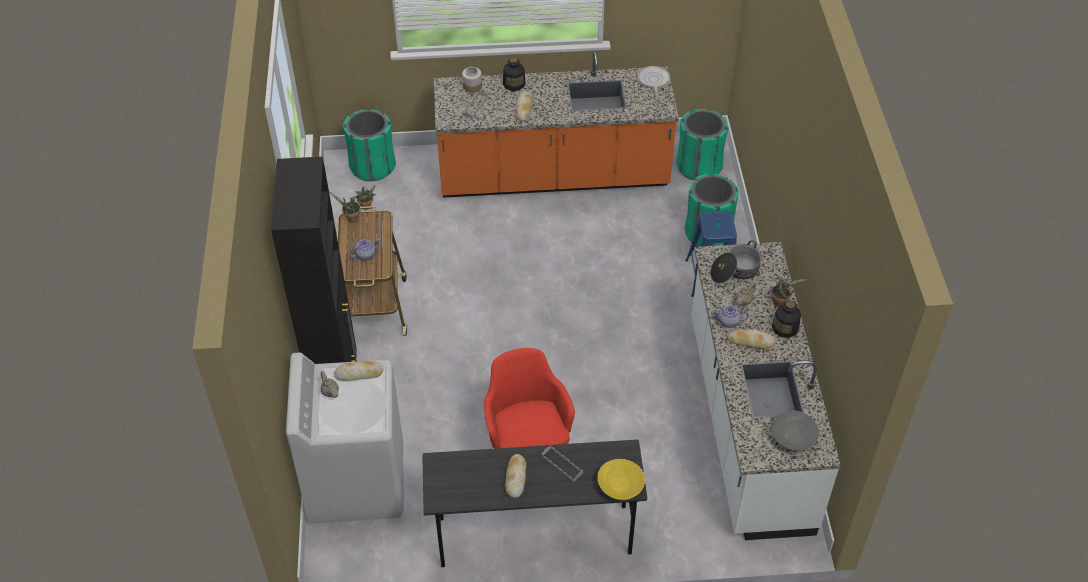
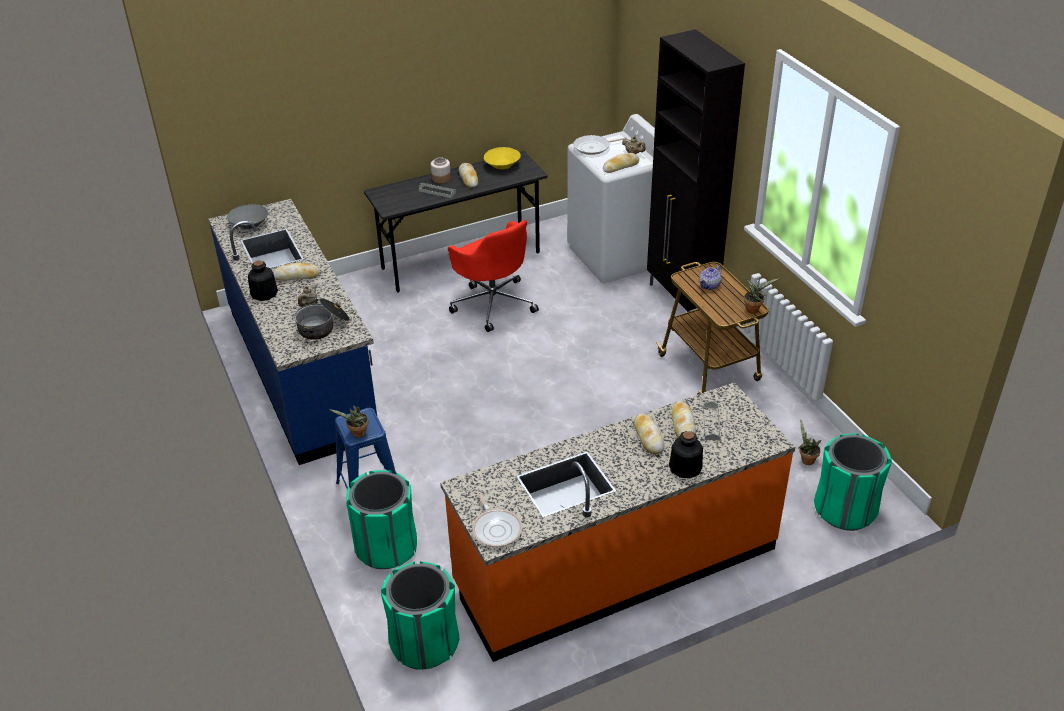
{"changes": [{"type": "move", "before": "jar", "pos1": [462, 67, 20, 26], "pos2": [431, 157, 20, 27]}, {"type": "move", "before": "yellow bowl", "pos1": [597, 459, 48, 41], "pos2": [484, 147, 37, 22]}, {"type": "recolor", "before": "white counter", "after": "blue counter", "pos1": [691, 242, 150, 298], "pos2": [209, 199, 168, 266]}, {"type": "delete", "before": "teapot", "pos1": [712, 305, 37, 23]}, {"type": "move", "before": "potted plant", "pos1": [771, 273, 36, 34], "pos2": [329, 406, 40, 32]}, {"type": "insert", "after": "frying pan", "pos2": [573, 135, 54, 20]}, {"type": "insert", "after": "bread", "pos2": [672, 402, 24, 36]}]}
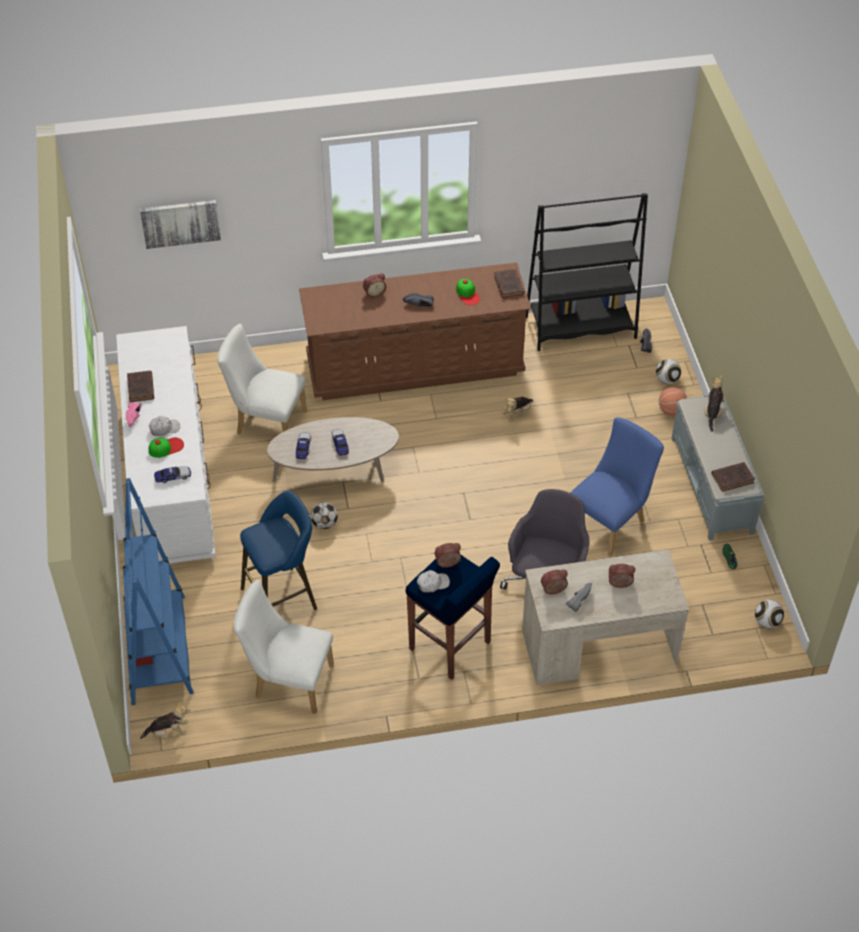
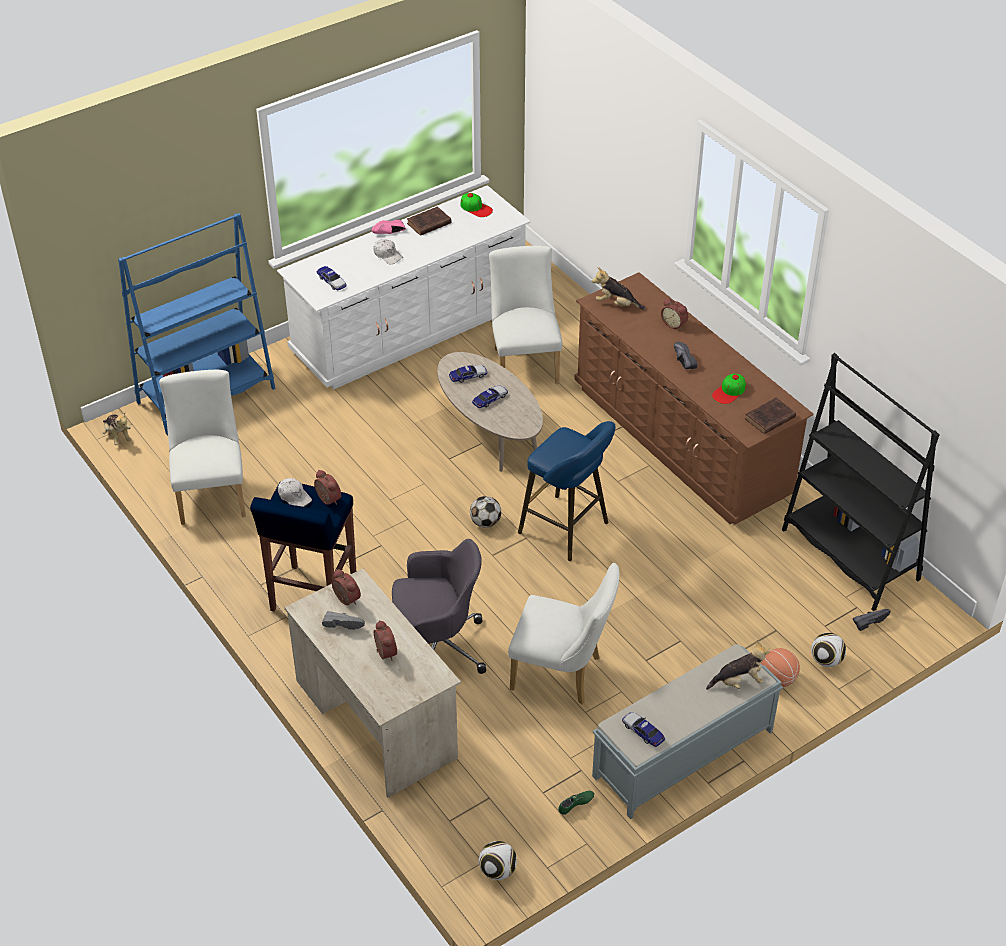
{"changes": [{"type": "delete", "before": "picture", "pos1": [140, 200, 81, 49]}, {"type": "move", "before": "cap", "pos1": [149, 437, 35, 21], "pos2": [461, 193, 32, 24]}, {"type": "move", "before": "blue stool", "pos1": [240, 491, 77, 119], "pos2": [518, 421, 98, 140]}, {"type": "move", "before": "football", "pos1": [310, 502, 28, 27], "pos2": [470, 496, 31, 32]}, {"type": "move", "before": "plush toy", "pos1": [502, 397, 31, 25], "pos2": [592, 267, 53, 43]}, {"type": "recolor", "before": "blue chair", "after": "white chair", "pos1": [571, 417, 93, 140], "pos2": [508, 563, 111, 142]}, {"type": "replace", "before": "brown book", "after": "toy car", "pos1": [711, 462, 44, 30], "pos2": [622, 712, 43, 35]}]}
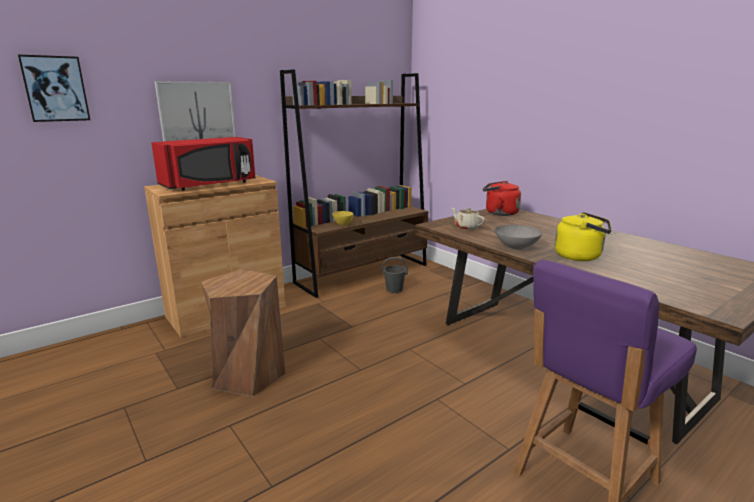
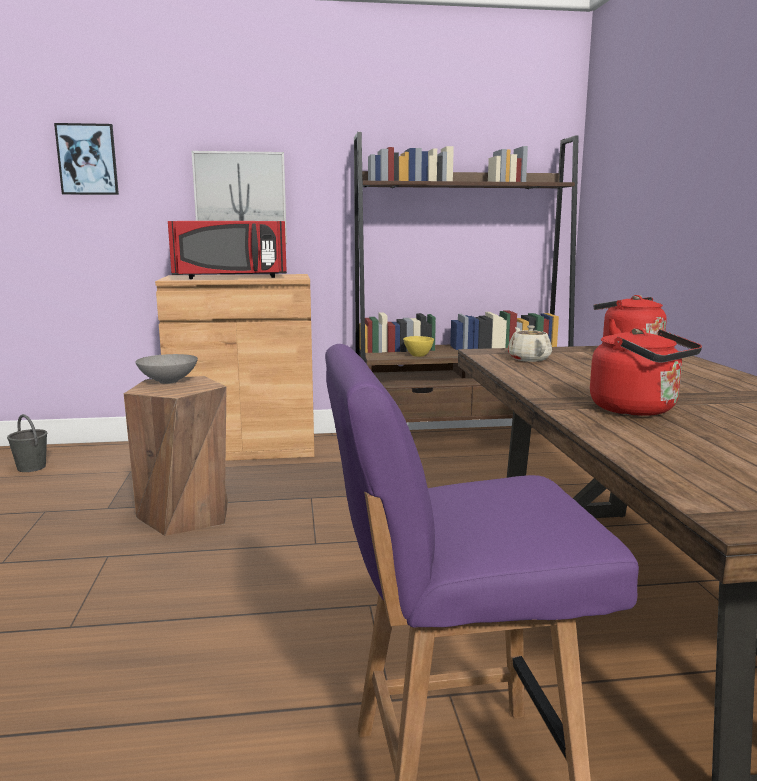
{"changes": [{"type": "move", "before": "grey bucket", "pos1": [382, 257, 26, 36], "pos2": [7, 414, 41, 58]}, {"type": "move", "before": "grey bowl", "pos1": [495, 225, 47, 25], "pos2": [135, 354, 63, 30]}, {"type": "recolor", "before": "yellow kettle", "after": "red kettle", "pos1": [555, 212, 57, 49], "pos2": [590, 328, 112, 88]}]}
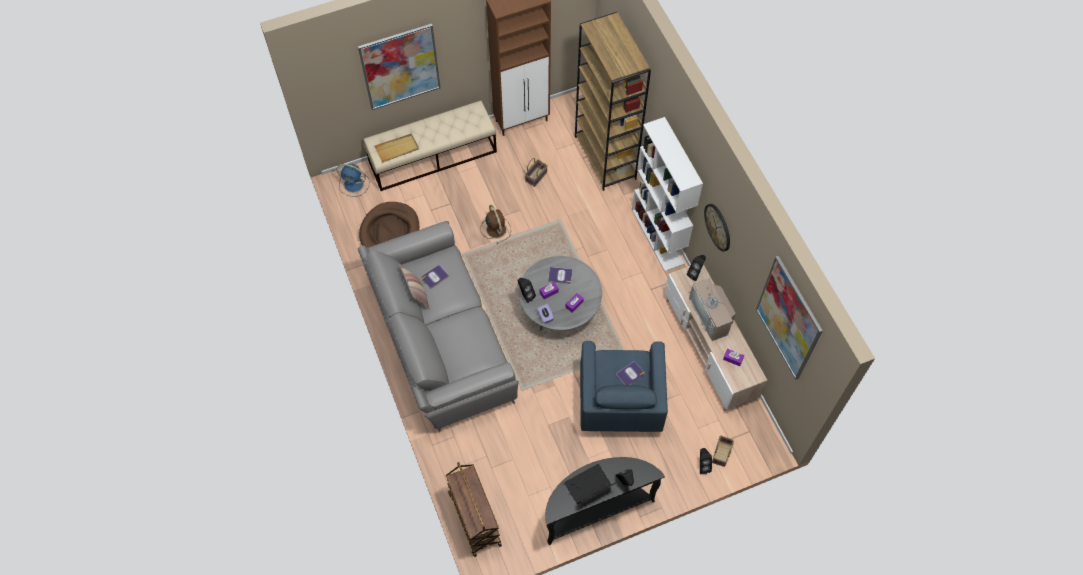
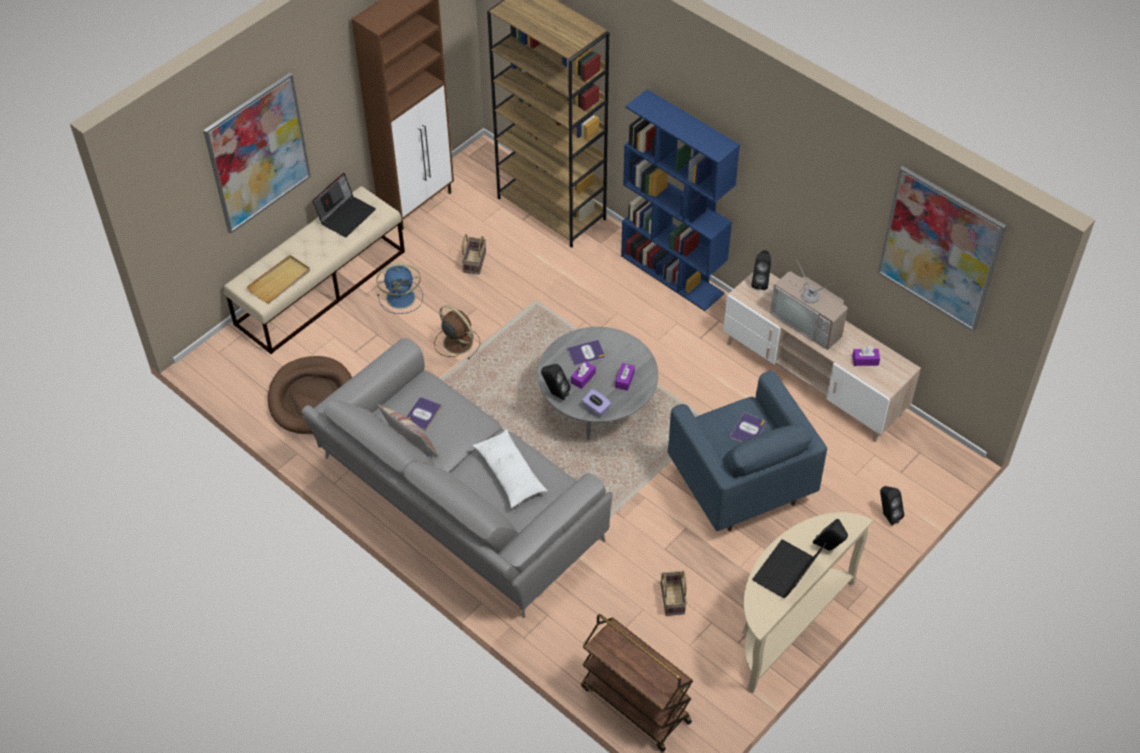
{"changes": [{"type": "move", "before": "blue fan", "pos1": [336, 164, 33, 33], "pos2": [376, 263, 47, 51]}, {"type": "recolor", "before": "black console table", "after": "beige console table", "pos1": [545, 457, 120, 88], "pos2": [742, 512, 131, 181]}, {"type": "recolor", "before": "white bookcase", "after": "blue bookcase", "pos1": [632, 117, 71, 154], "pos2": [621, 89, 119, 222]}, {"type": "delete", "before": "wall clock", "pos1": [704, 204, 26, 48]}, {"type": "move", "before": "basket", "pos1": [712, 435, 22, 32], "pos2": [661, 571, 26, 45]}, {"type": "insert", "after": "laptop", "pos2": [312, 173, 64, 64]}, {"type": "insert", "after": "white pillow", "pos2": [472, 429, 76, 79]}]}
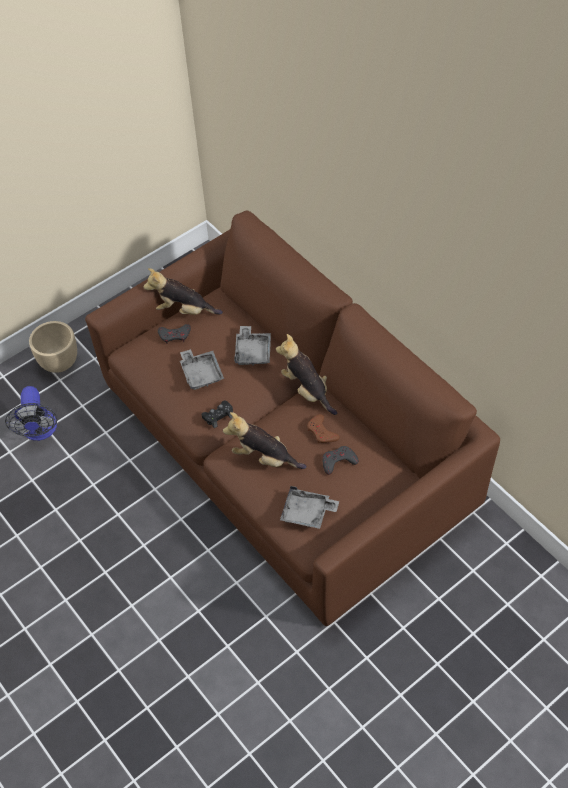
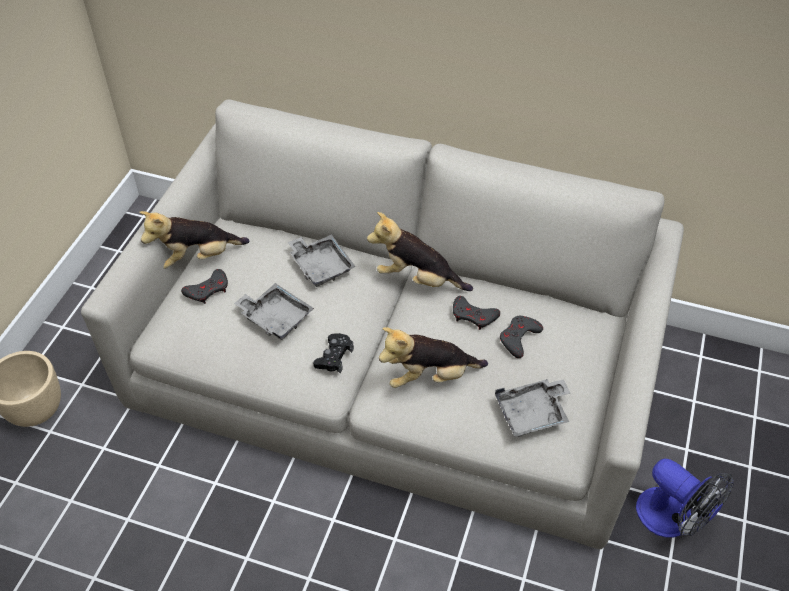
{"changes": [{"type": "move", "before": "fan", "pos1": [5, 386, 52, 55], "pos2": [636, 458, 98, 80]}, {"type": "recolor", "before": "brown sofa", "after": "grey sofa", "pos1": [85, 210, 415, 416], "pos2": [81, 100, 603, 449]}, {"type": "recolor", "before": "brown game controller", "after": "grey game controller", "pos1": [307, 414, 33, 30], "pos2": [453, 296, 47, 34]}]}
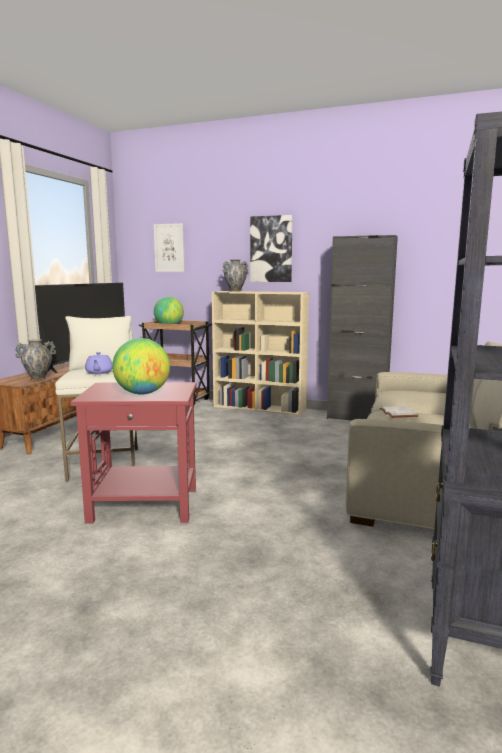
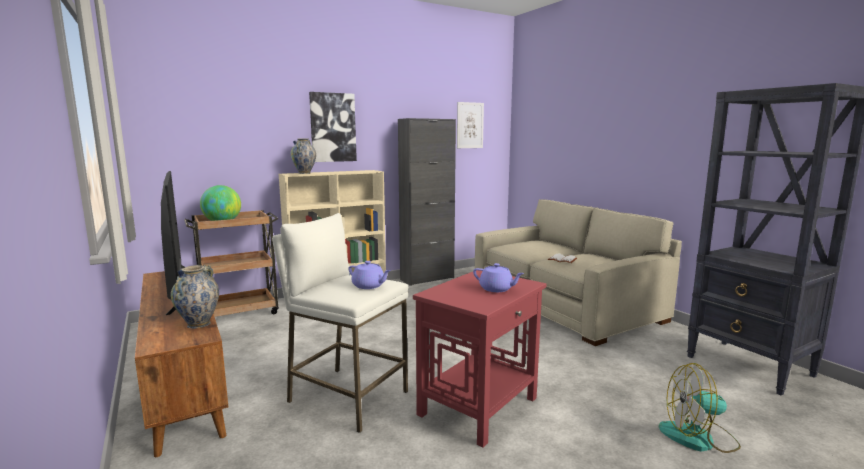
{"changes": [{"type": "replace", "before": "globe", "after": "purple teapot", "pos1": [112, 338, 58, 57], "pos2": [473, 263, 51, 29]}, {"type": "move", "before": "picture", "pos1": [154, 223, 30, 49], "pos2": [457, 102, 27, 46]}, {"type": "insert", "after": "fan", "pos2": [659, 363, 82, 90]}]}
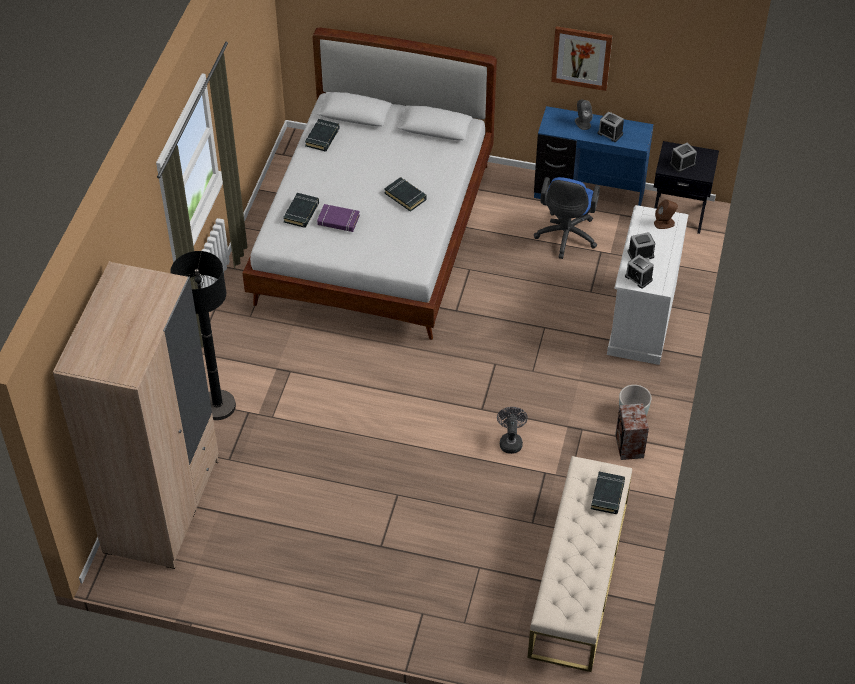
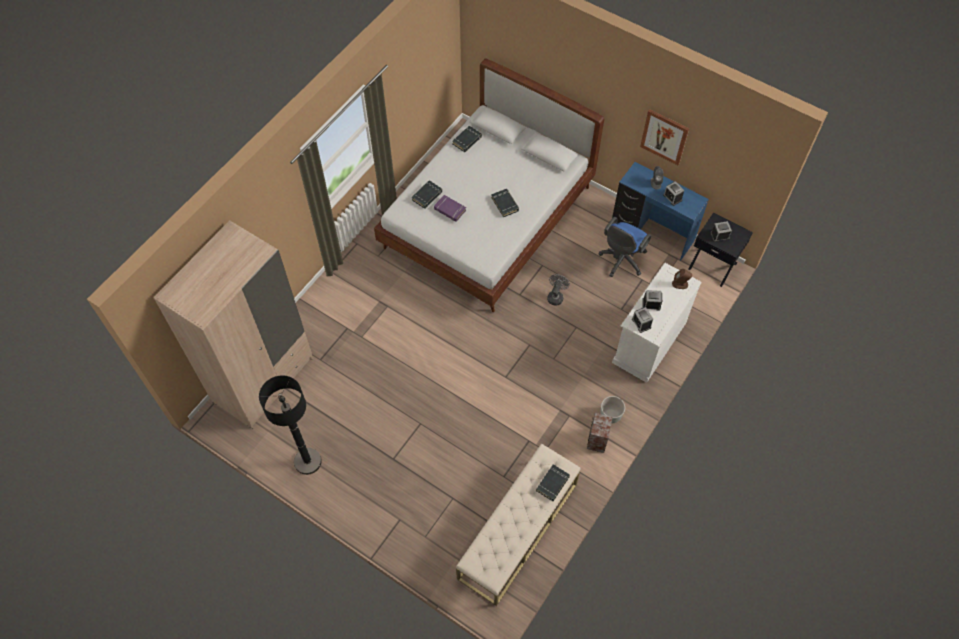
{"changes": [{"type": "move", "before": "black floor lamp", "pos1": [170, 251, 66, 169], "pos2": [259, 375, 63, 100]}, {"type": "move", "before": "grey fan", "pos1": [497, 407, 31, 47], "pos2": [547, 274, 23, 32]}]}
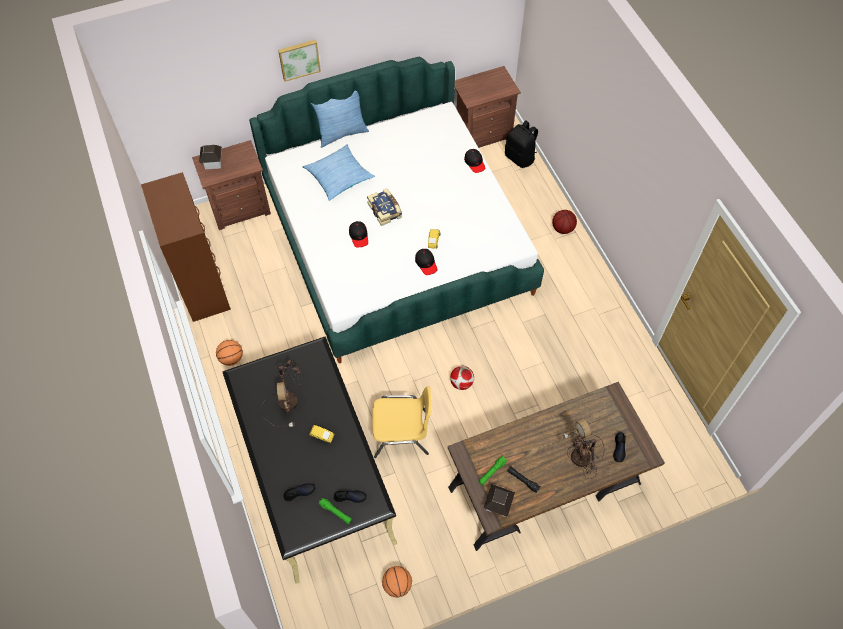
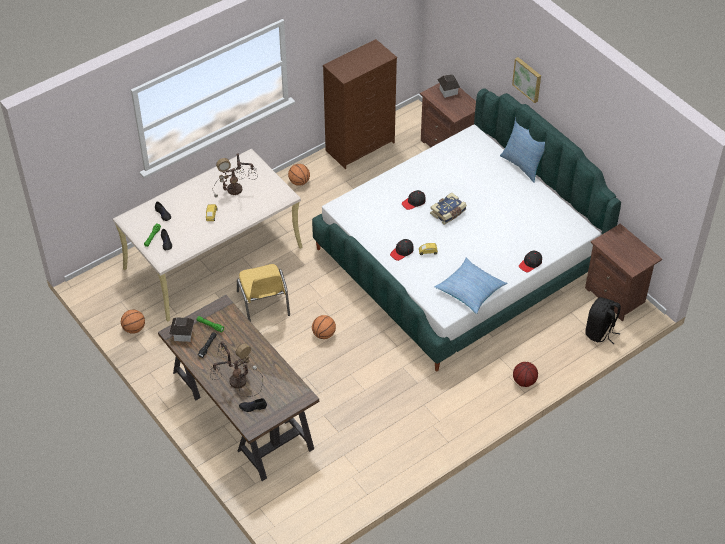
{"changes": [{"type": "recolor", "before": "black desk", "after": "beige desk", "pos1": [223, 337, 174, 247], "pos2": [113, 149, 190, 172]}, {"type": "move", "before": "pillow", "pos1": [303, 144, 72, 57], "pos2": [435, 258, 73, 56]}, {"type": "replace", "before": "football", "after": "basketball", "pos1": [450, 366, 24, 24], "pos2": [312, 315, 24, 24]}]}
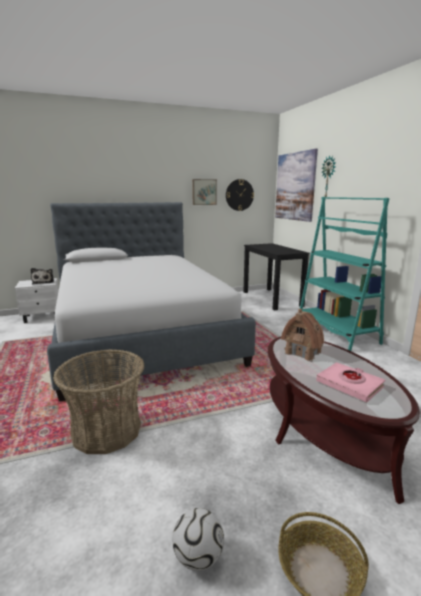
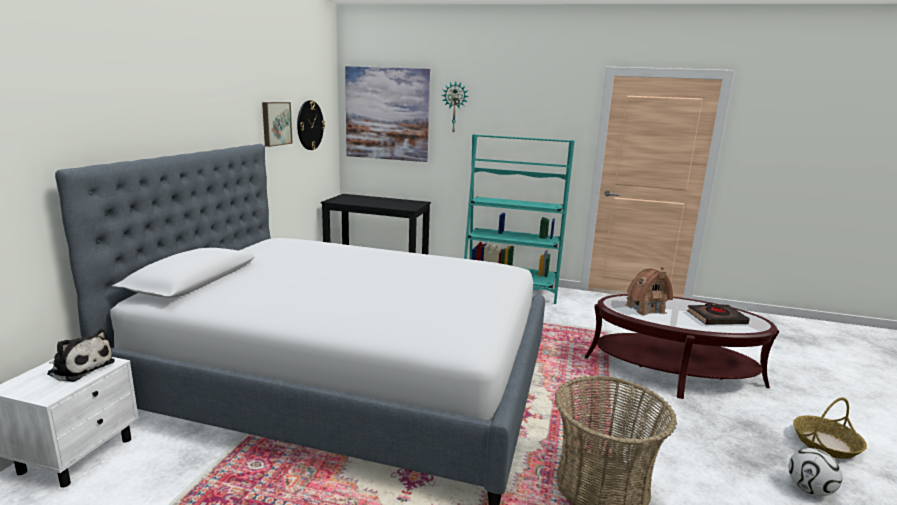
{"changes": [{"type": "recolor", "before": "pink book", "after": "black book", "pos1": [316, 362, 69, 40], "pos2": [687, 303, 63, 22]}]}
